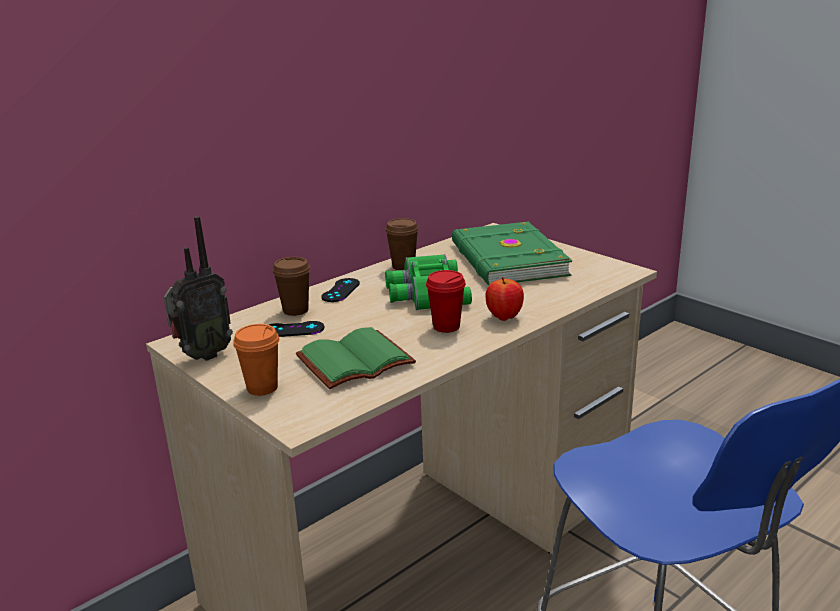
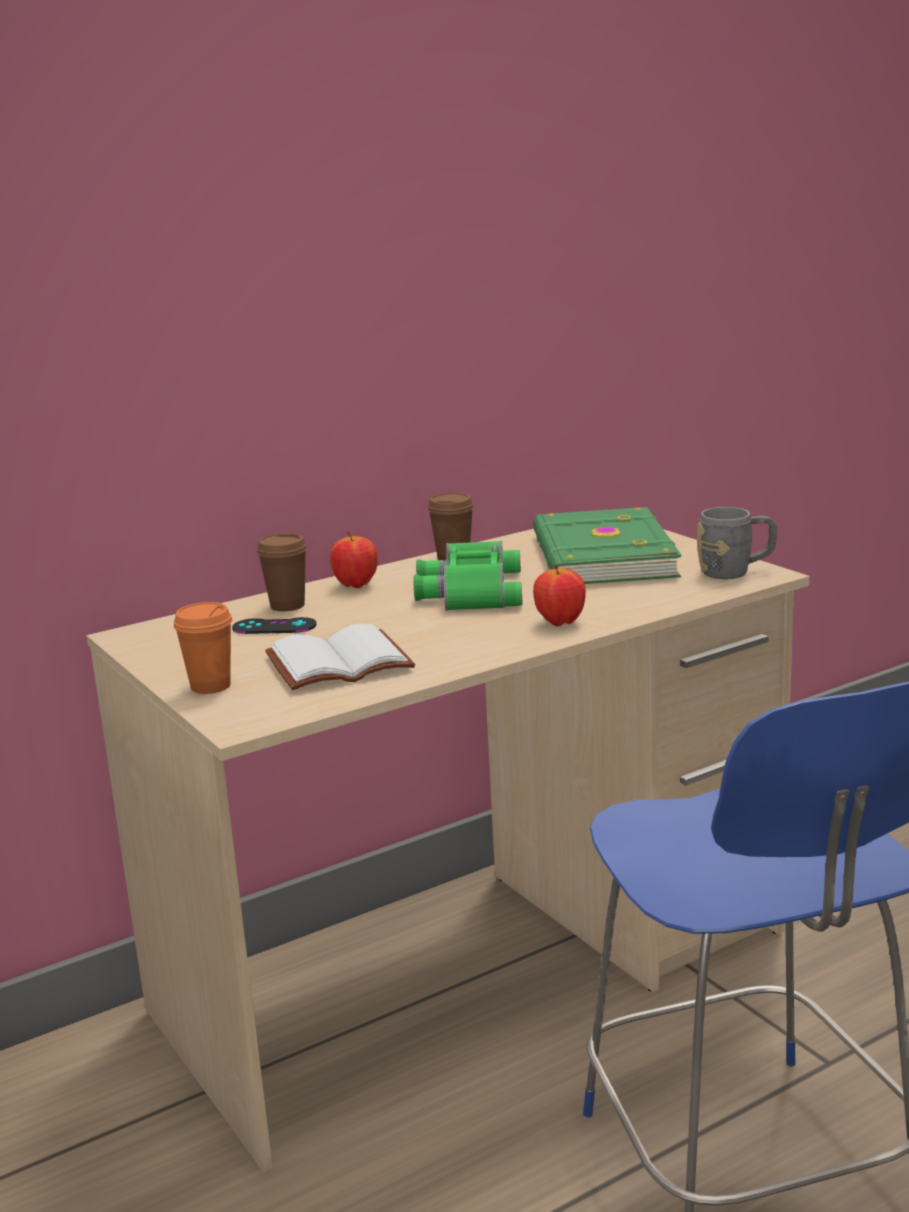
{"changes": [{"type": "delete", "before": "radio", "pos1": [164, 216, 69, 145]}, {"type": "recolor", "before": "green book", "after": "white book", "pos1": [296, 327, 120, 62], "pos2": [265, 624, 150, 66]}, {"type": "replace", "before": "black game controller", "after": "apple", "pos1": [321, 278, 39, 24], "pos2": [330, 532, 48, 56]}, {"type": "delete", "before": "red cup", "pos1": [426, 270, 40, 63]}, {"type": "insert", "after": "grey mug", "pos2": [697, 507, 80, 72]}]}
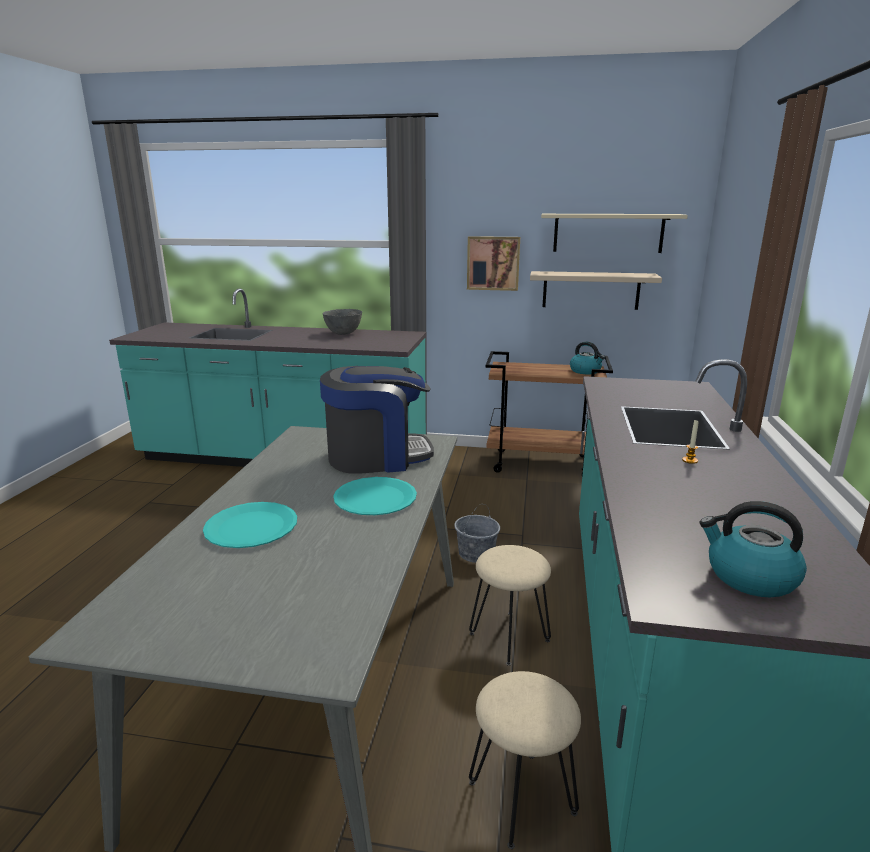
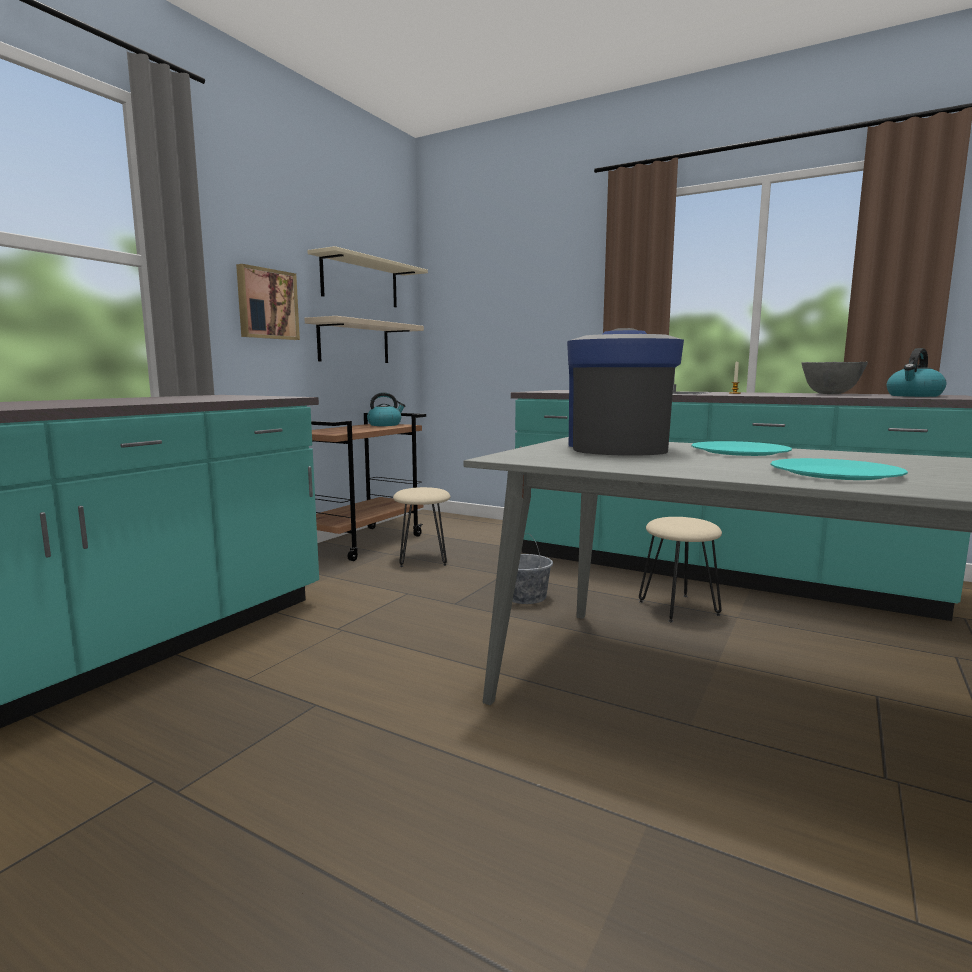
{"changes": [{"type": "move", "before": "grey bowl", "pos1": [323, 309, 39, 26], "pos2": [802, 362, 66, 32]}, {"type": "move", "before": "beige stool", "pos1": [469, 671, 112, 178], "pos2": [393, 487, 57, 80]}]}
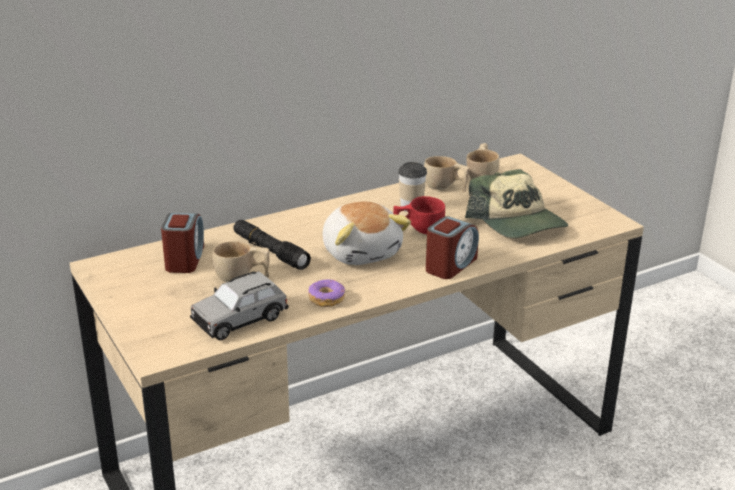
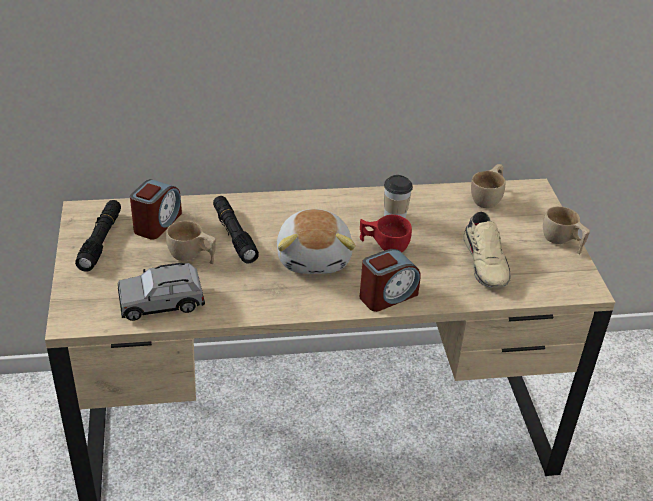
{"changes": [{"type": "delete", "before": "donut", "pos1": [309, 279, 36, 28]}, {"type": "move", "before": "beige cup", "pos1": [424, 156, 45, 36], "pos2": [543, 206, 47, 48]}, {"type": "replace", "before": "cap", "after": "beige shoe", "pos1": [465, 169, 103, 69], "pos2": [463, 211, 48, 77]}, {"type": "insert", "after": "black flashlight", "pos2": [75, 200, 46, 72]}]}
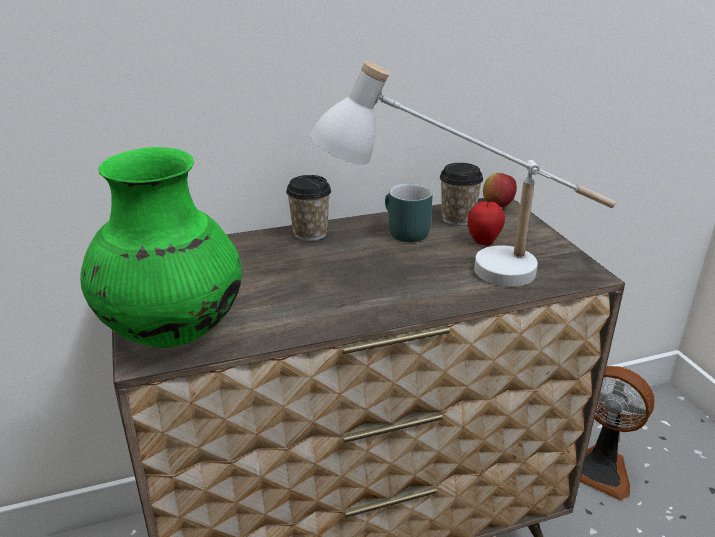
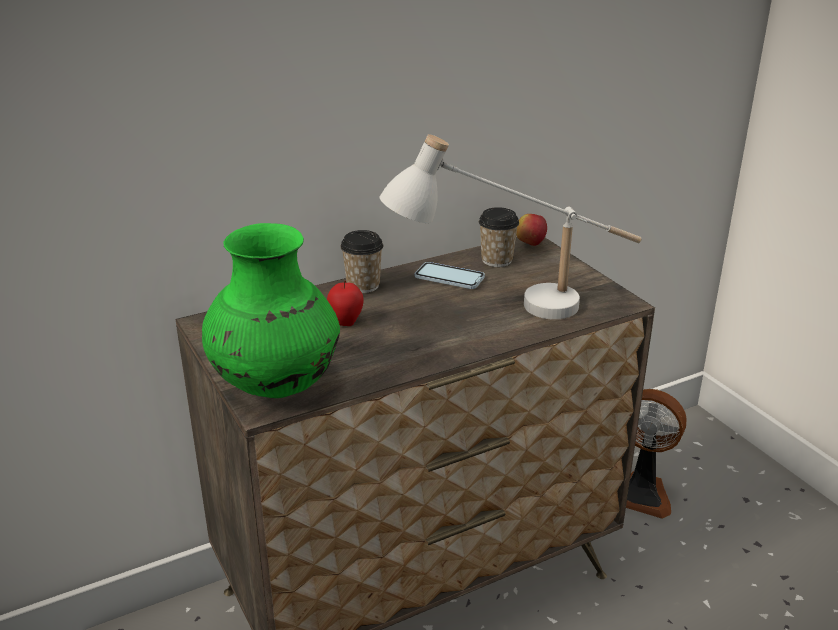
{"changes": [{"type": "replace", "before": "turquoise mug", "after": "phone", "pos1": [385, 184, 48, 58], "pos2": [415, 262, 70, 27]}, {"type": "move", "before": "apple", "pos1": [468, 199, 37, 46], "pos2": [327, 281, 37, 45]}]}
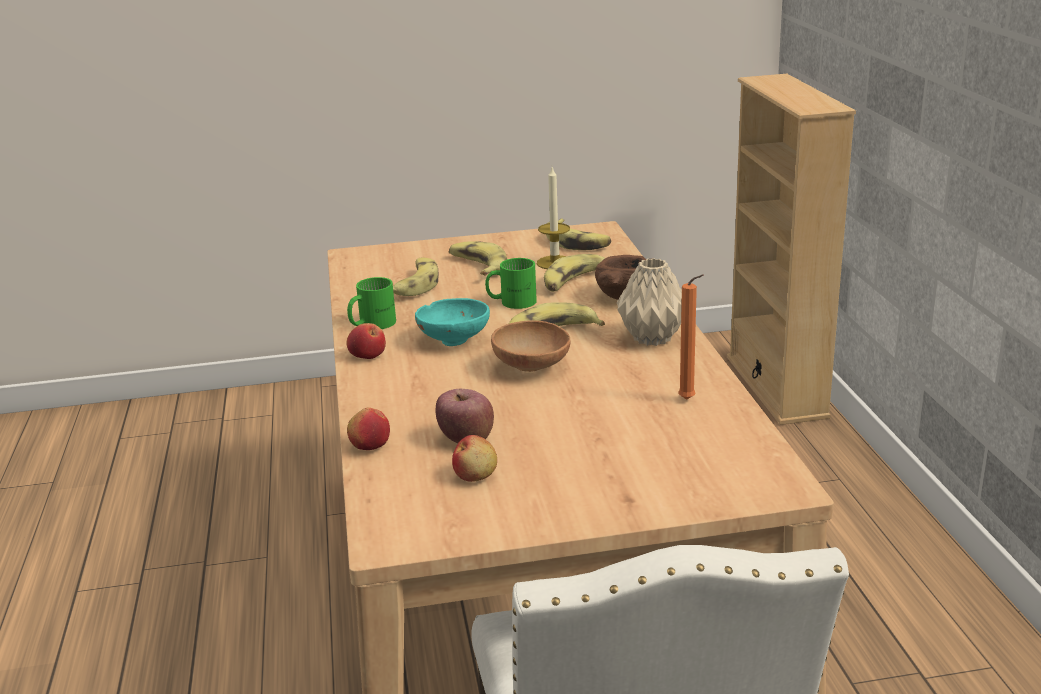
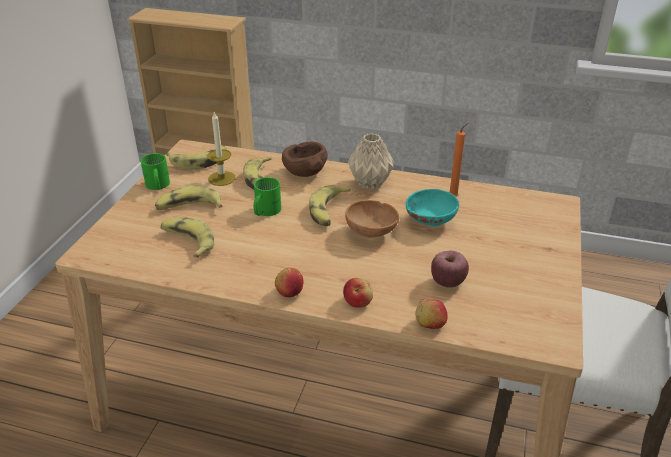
{"changes": [{"type": "move", "before": "green mug", "pos1": [347, 277, 49, 52], "pos2": [141, 153, 29, 37]}, {"type": "move", "before": "turquoise bowl", "pos1": [415, 298, 75, 48], "pos2": [406, 189, 53, 38]}, {"type": "move", "before": "apple", "pos1": [452, 435, 45, 47], "pos2": [343, 278, 30, 30]}]}
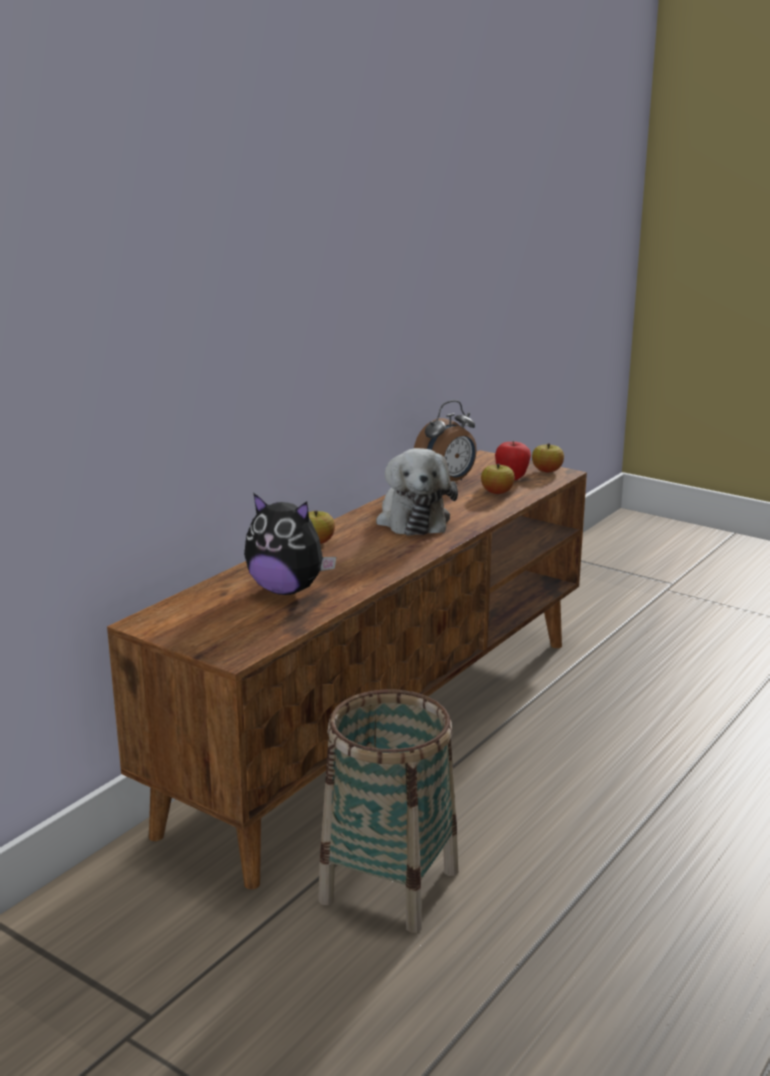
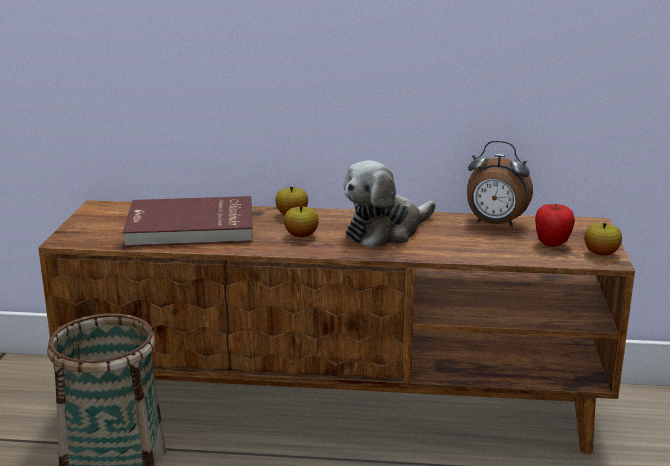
{"changes": [{"type": "replace", "before": "plush toy", "after": "red book", "pos1": [244, 493, 92, 102], "pos2": [122, 196, 131, 51]}, {"type": "move", "before": "apple", "pos1": [481, 464, 34, 30], "pos2": [284, 206, 35, 31]}]}
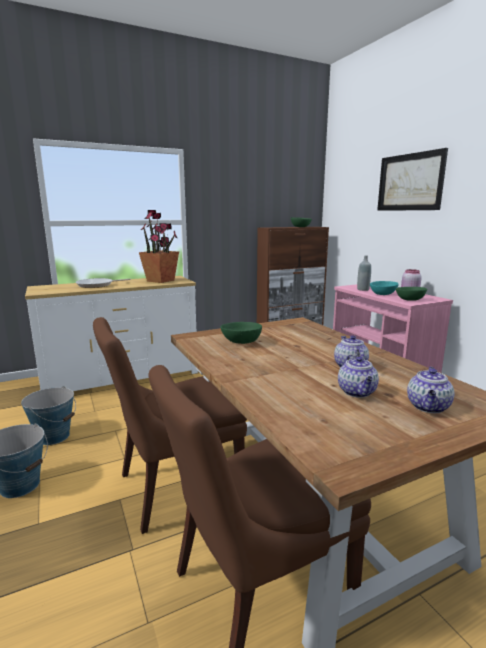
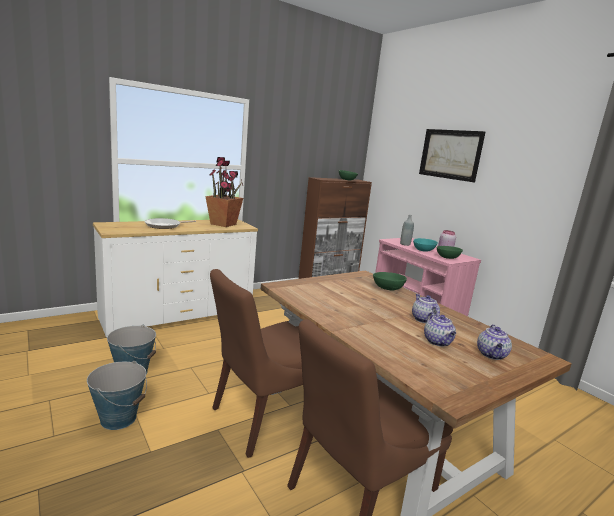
{"changes": [{"type": "move", "before": "green bowl", "pos1": [220, 322, 42, 22], "pos2": [373, 272, 34, 18]}]}
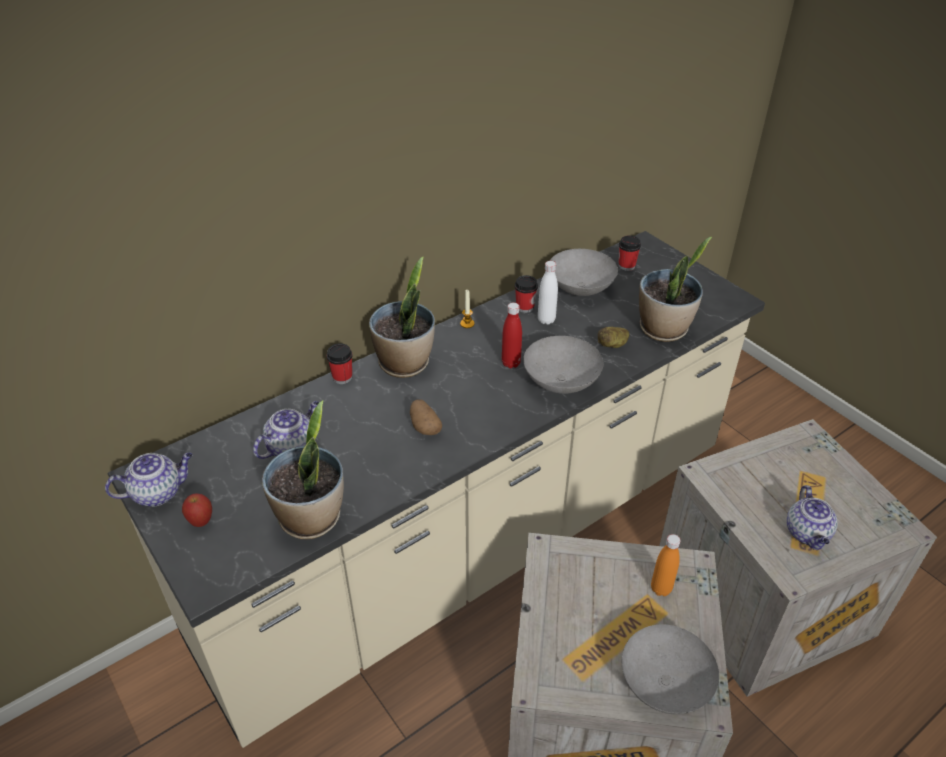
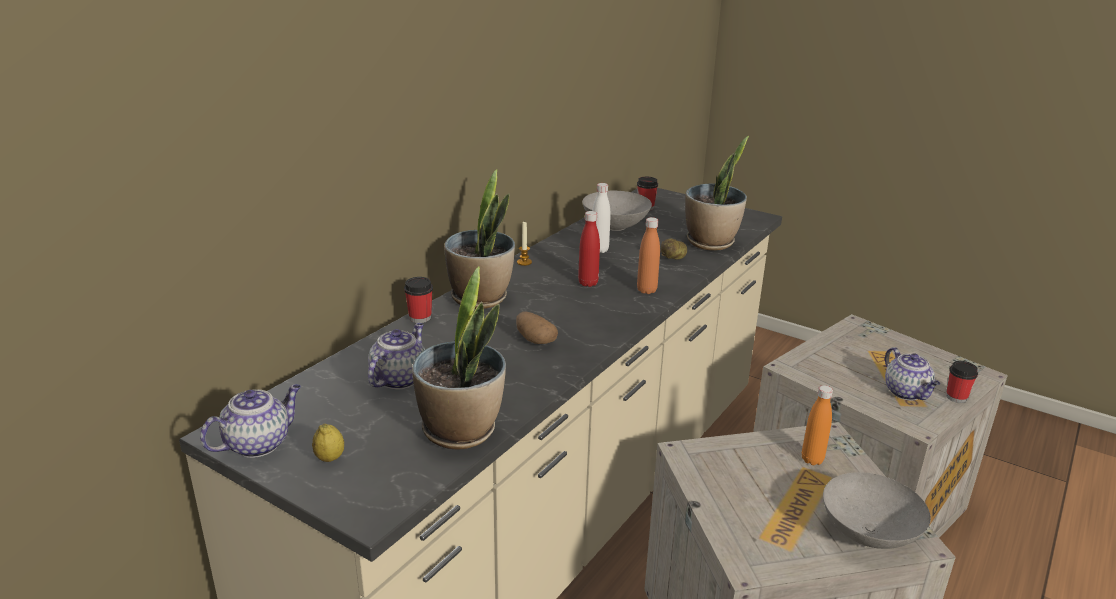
{"changes": [{"type": "replace", "before": "apple", "after": "lemon", "pos1": [182, 494, 30, 33], "pos2": [312, 424, 32, 38]}, {"type": "move", "before": "cup", "pos1": [515, 275, 23, 38], "pos2": [946, 361, 32, 42]}, {"type": "replace", "before": "grey bowl", "after": "orange bottle", "pos1": [523, 336, 80, 58], "pos2": [637, 217, 23, 77]}]}
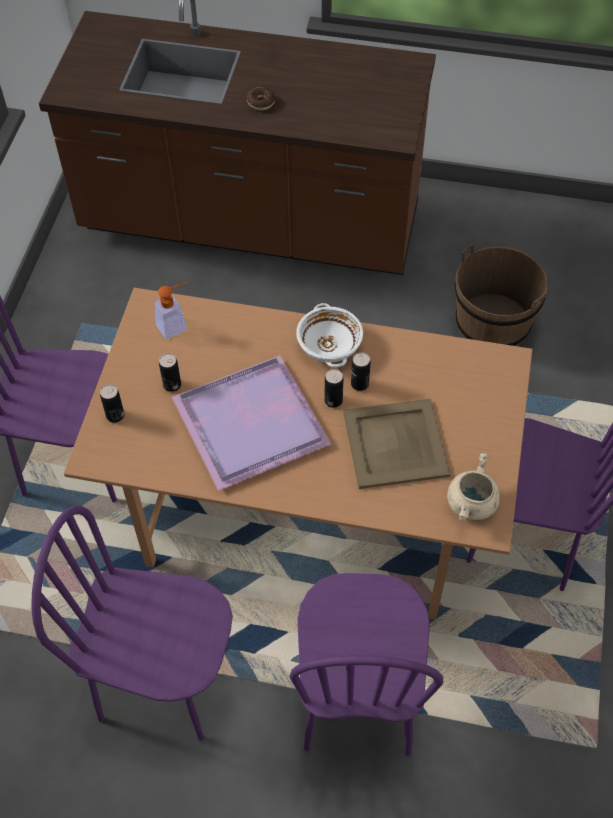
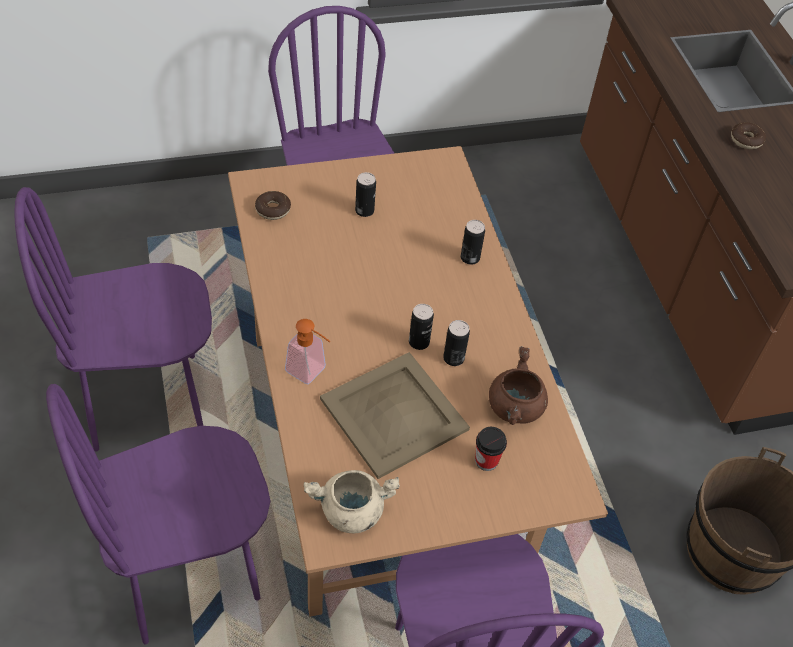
{"changes": [{"type": "rotate", "before": "purple chair", "pos1": [31, 506, 202, 235], "pos2": [14, 187, 198, 264], "turn": -90}, {"type": "move", "before": "can", "pos1": [100, 384, 24, 39], "pos2": [461, 220, 24, 45]}, {"type": "move", "before": "soap dispenser", "pos1": [155, 282, 33, 57], "pos2": [285, 319, 46, 65]}, {"type": "delete", "before": "purple tray", "pos1": [172, 355, 159, 136]}, {"type": "delete", "before": "white bowl", "pos1": [296, 303, 67, 65]}, {"type": "insert", "after": "donut", "pos2": [255, 191, 36, 29]}, {"type": "insert", "after": "cup", "pos2": [475, 427, 32, 44]}, {"type": "insert", "after": "brown cooking pot", "pos2": [489, 346, 59, 79]}]}
